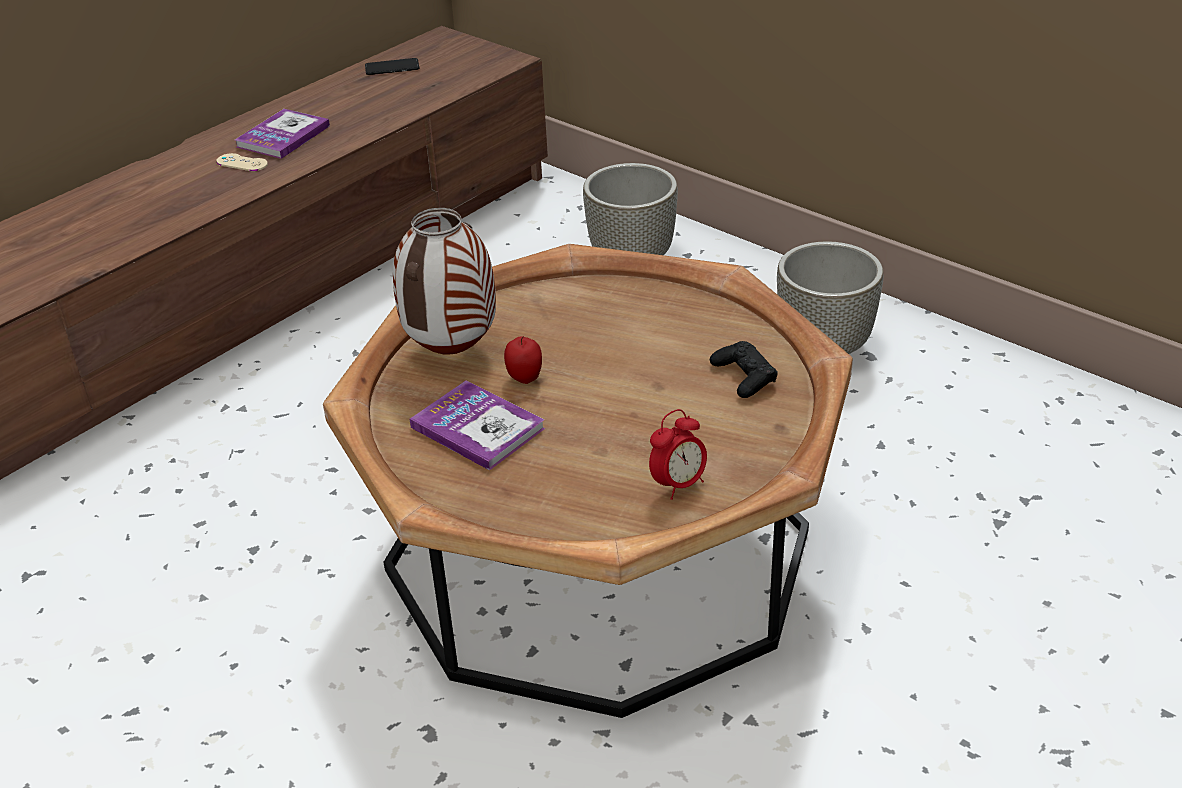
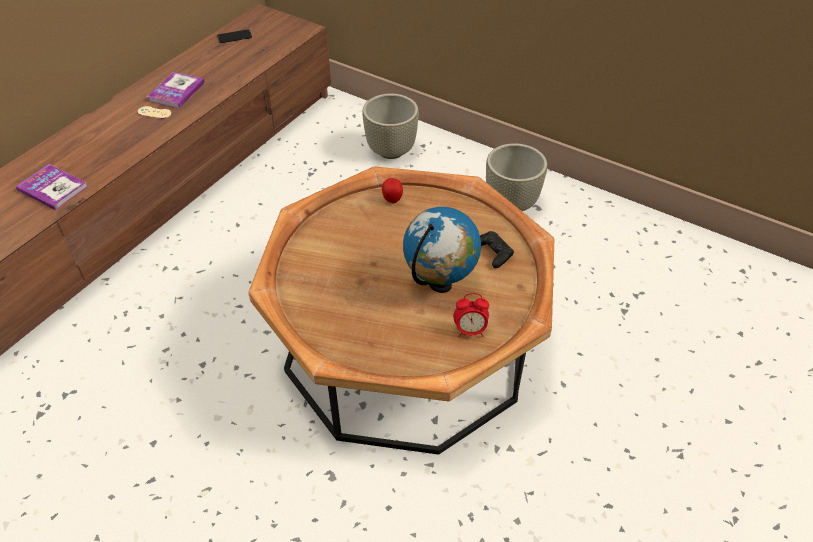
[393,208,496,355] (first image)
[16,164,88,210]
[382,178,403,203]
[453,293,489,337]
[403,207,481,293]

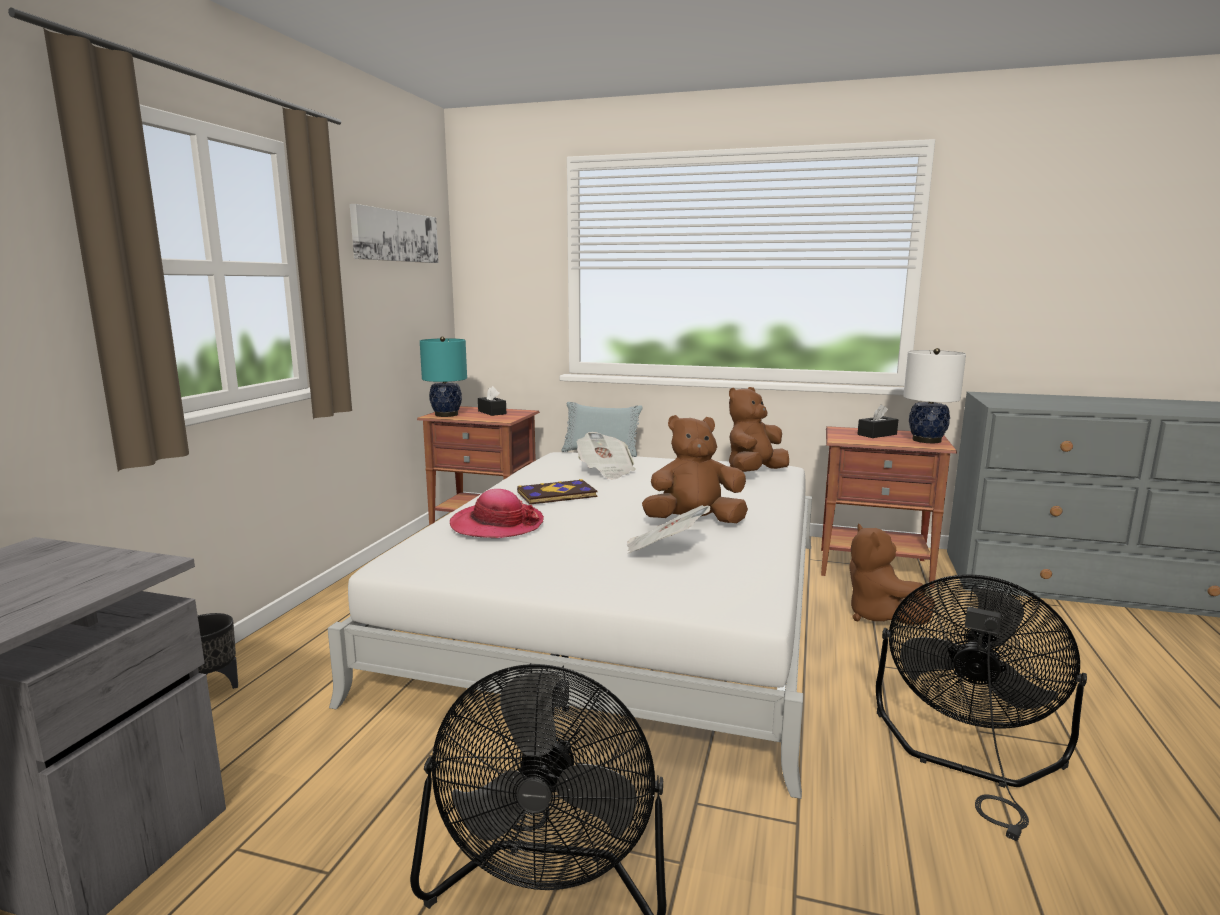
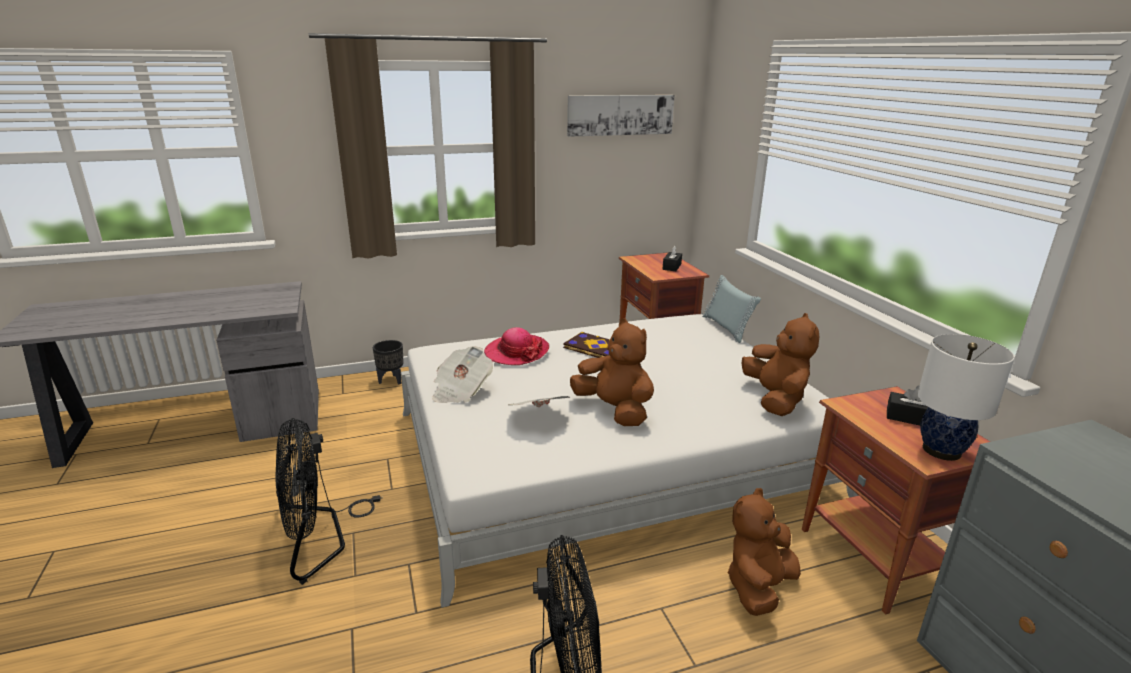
[420,336,467,417] (first image)
[432,346,493,403]
[742,313,819,416]

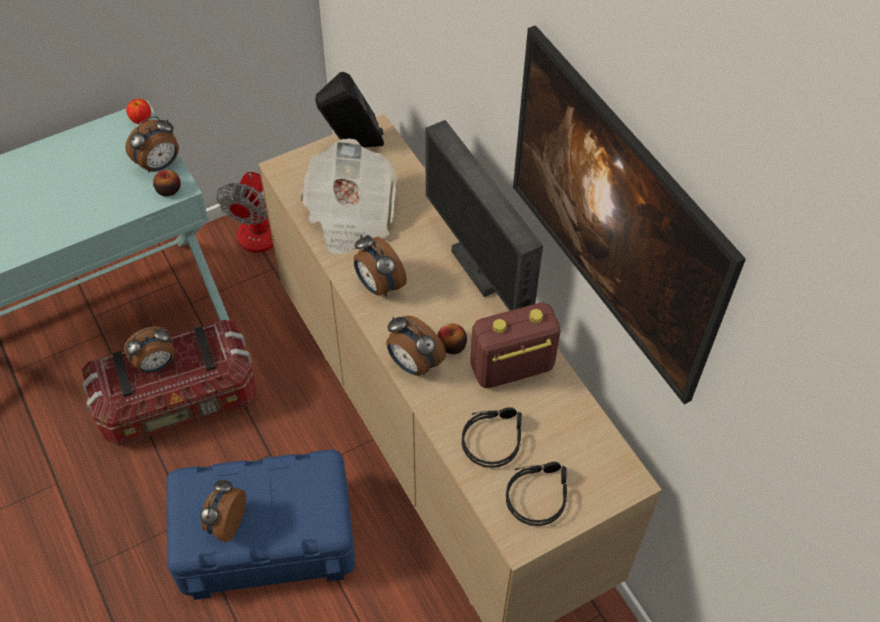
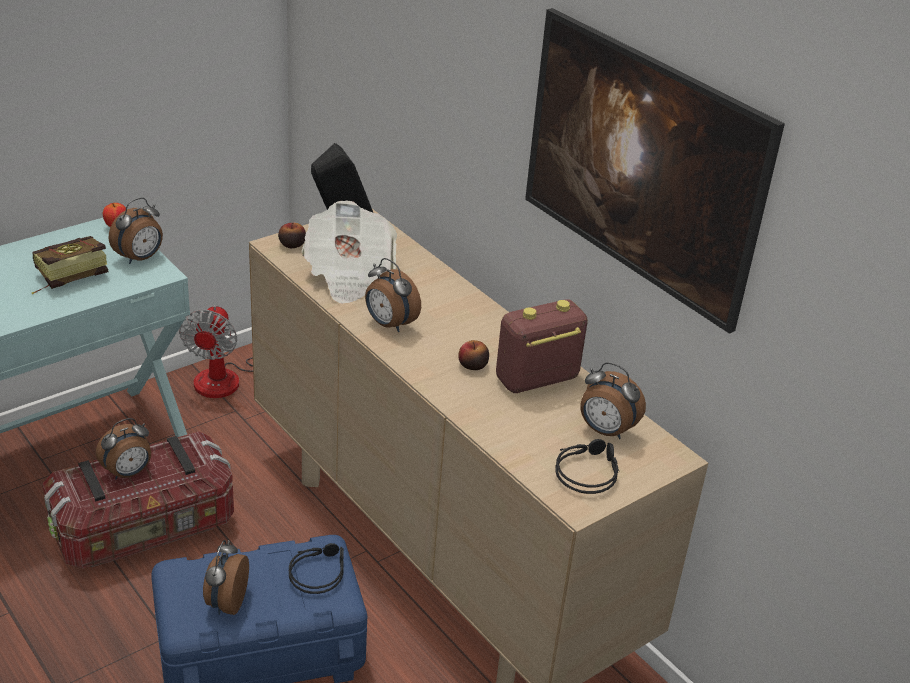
[278,222,306,248]
[580,362,646,439]
[425,120,543,311] (first image)
[289,543,344,594]
[32,236,108,294]

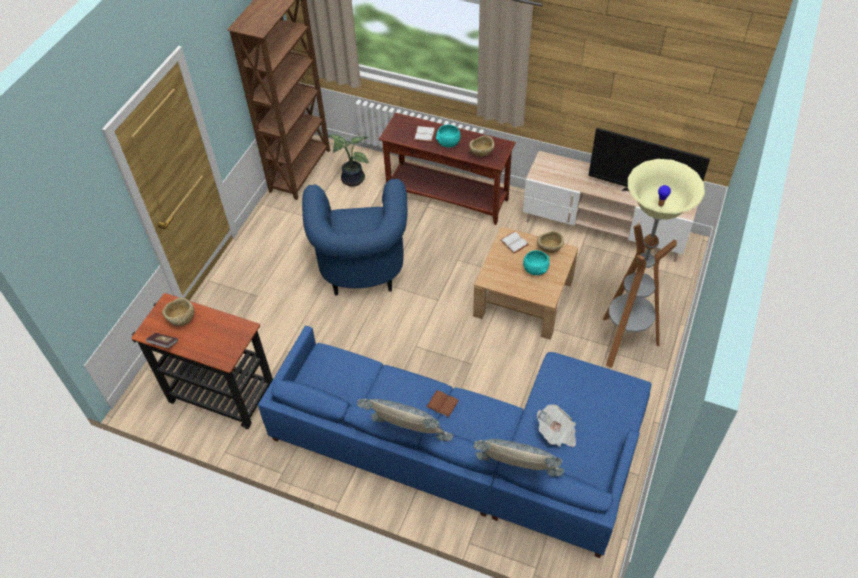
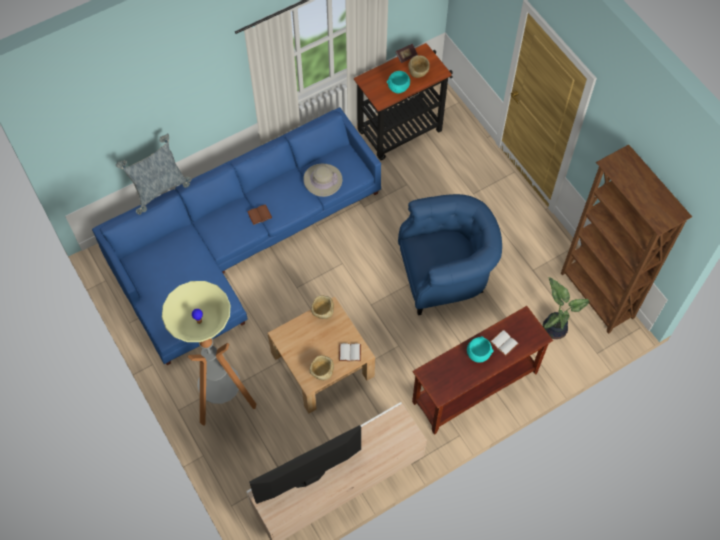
[398,194,502,315]
[357,399,453,441] (first image)
[311,295,334,319]
[387,71,410,93]
[537,405,576,447] (first image)
[303,164,342,197]

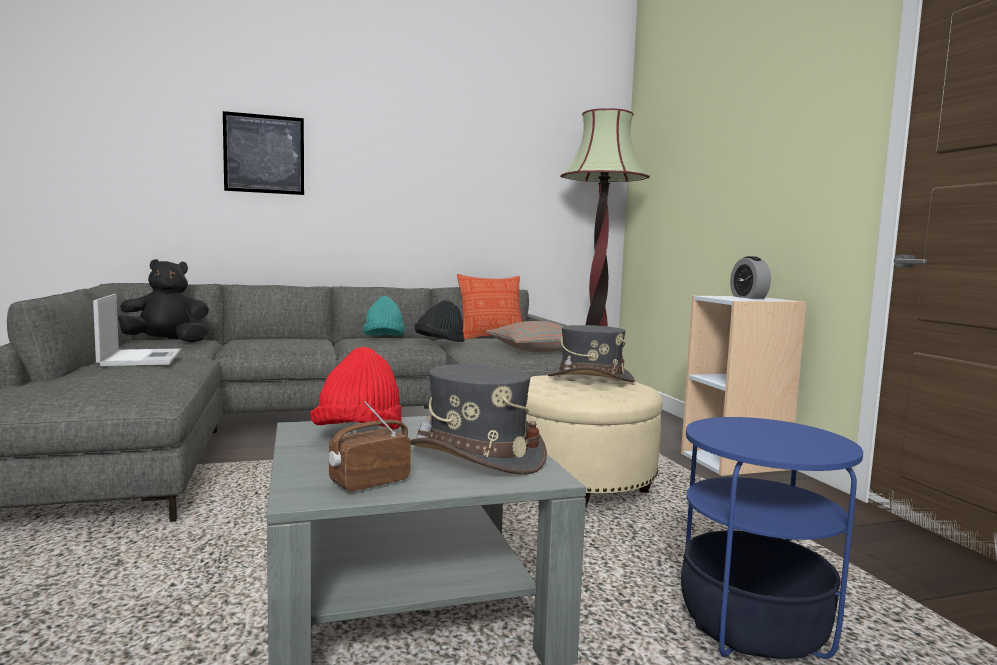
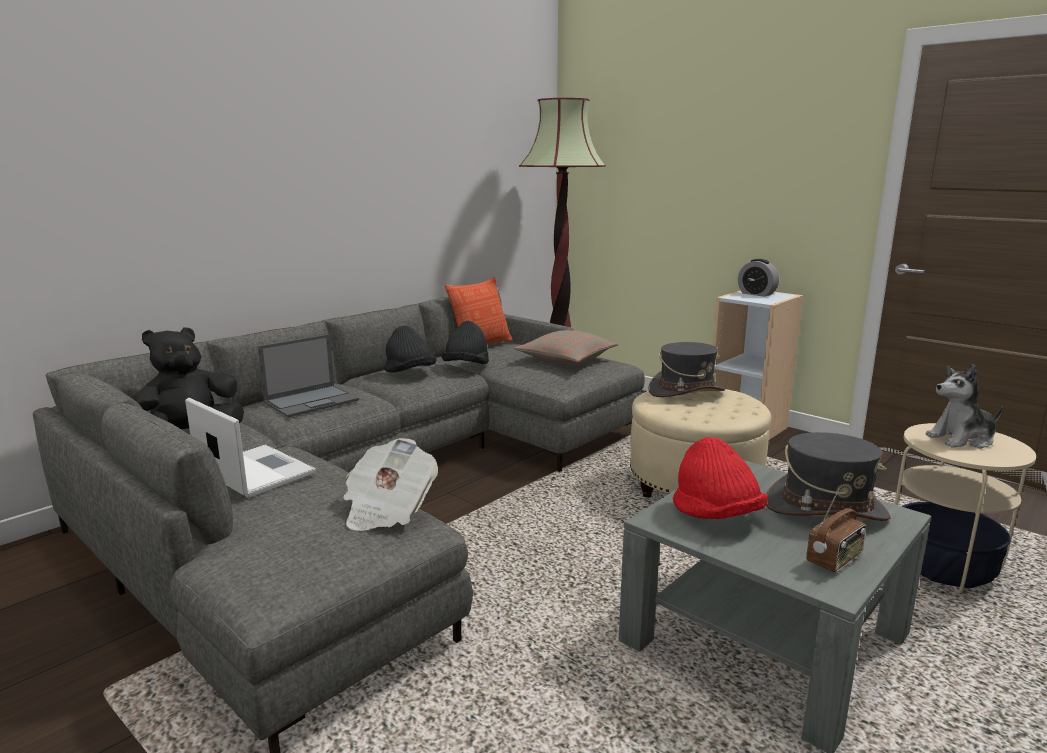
[223,111,304,195] (first image)
[806,490,866,573]
[385,326,437,372]
[894,423,1036,594]
[258,334,359,417]
[343,438,438,531]
[925,364,1003,449]

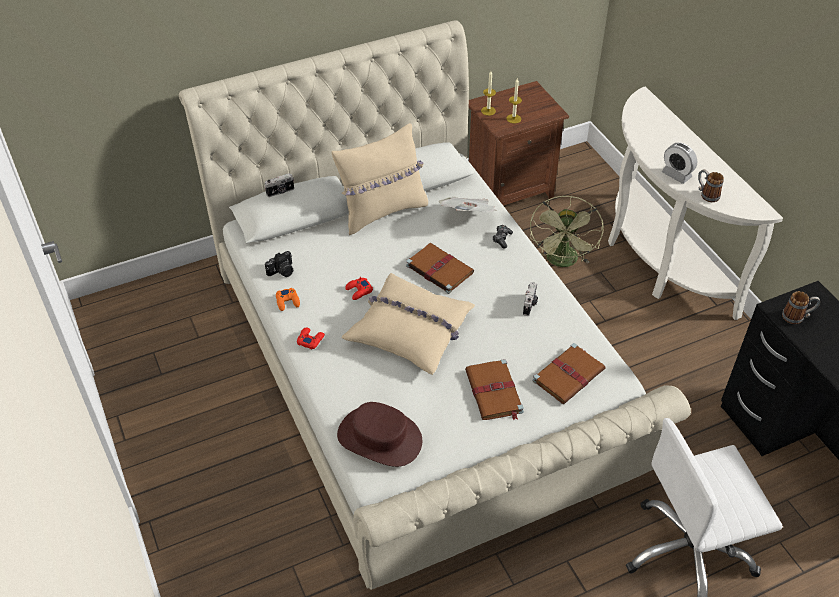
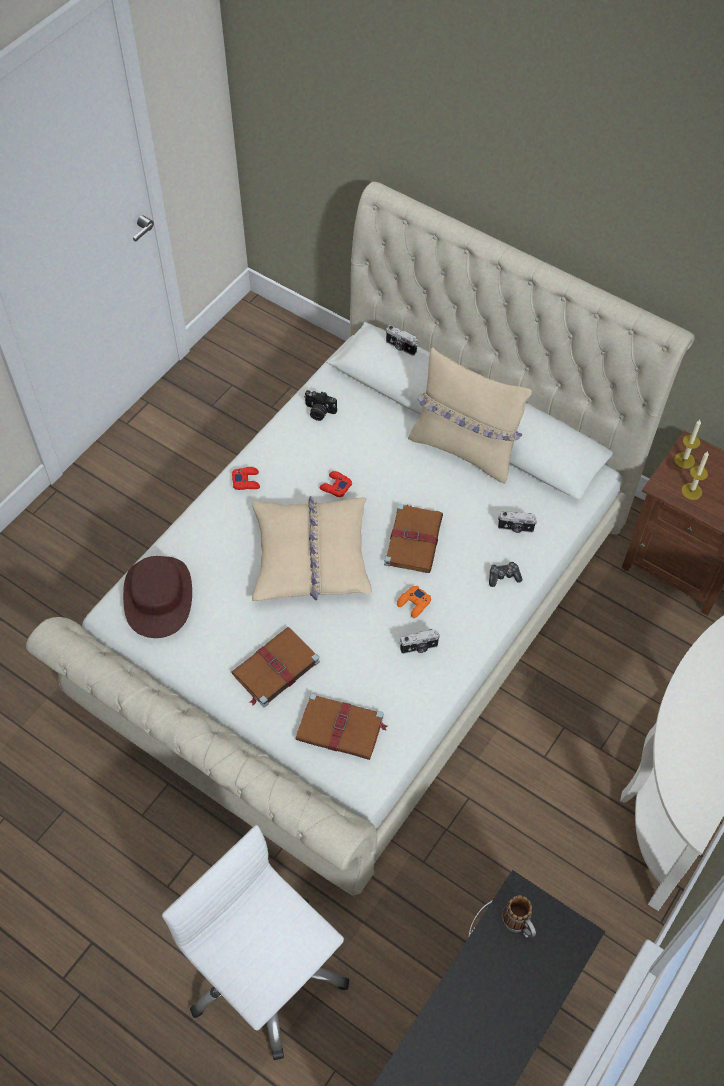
[397,586,431,618]
[498,511,537,533]
[530,196,604,267] (first image)
[662,142,698,184] (first image)
[698,169,724,202] (first image)

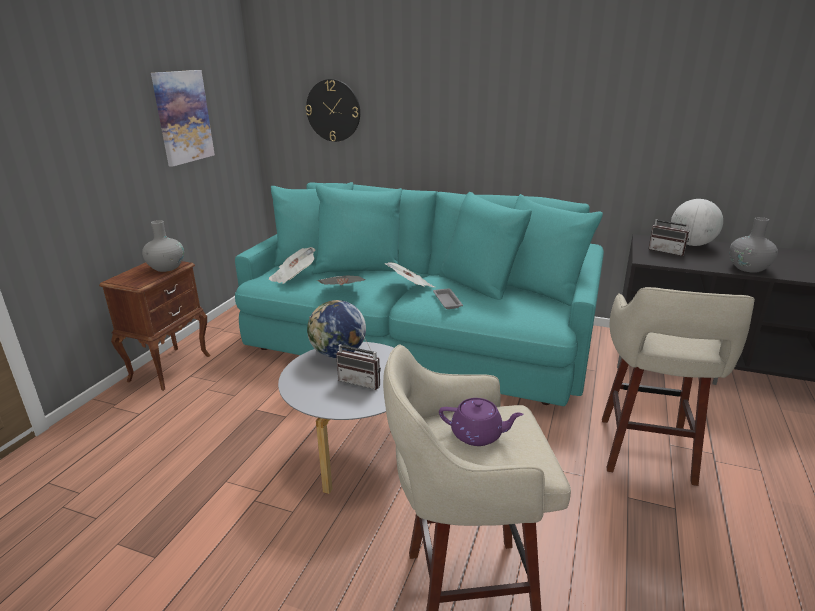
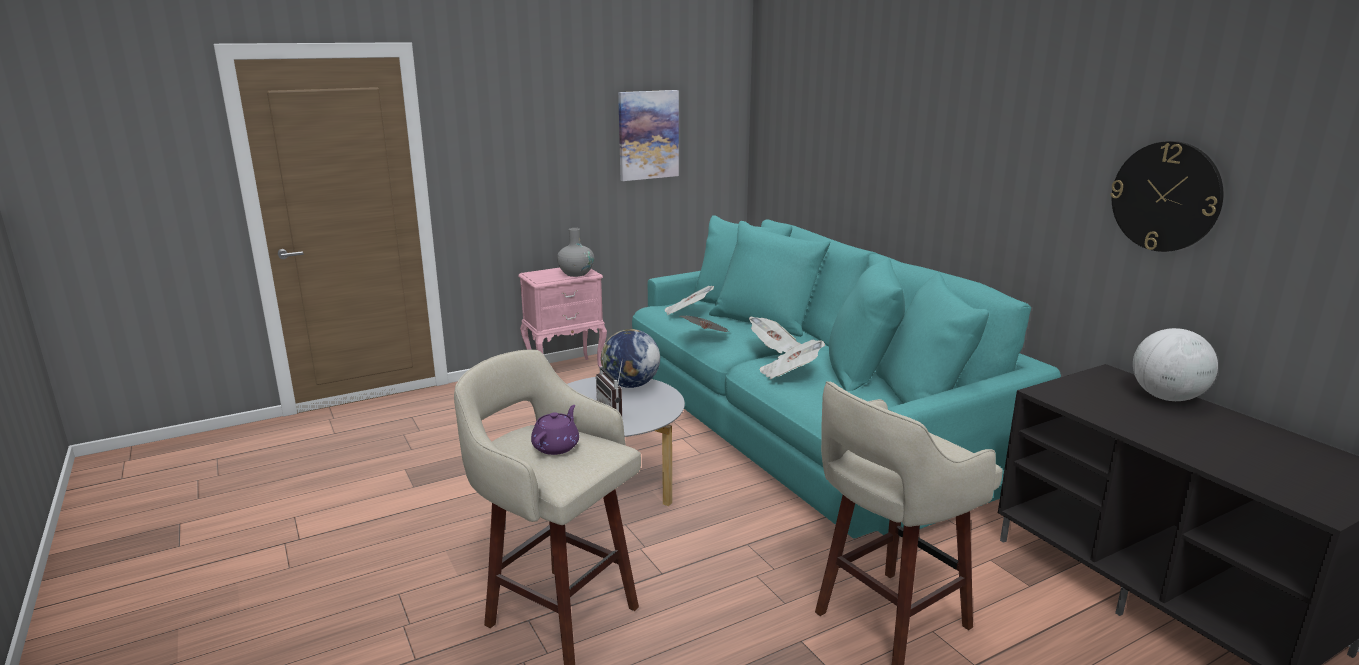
[518,267,607,373]
[1110,141,1223,252]
[760,340,825,379]
[531,405,579,455]
[649,211,689,256] (first image)
[729,217,778,273] (first image)

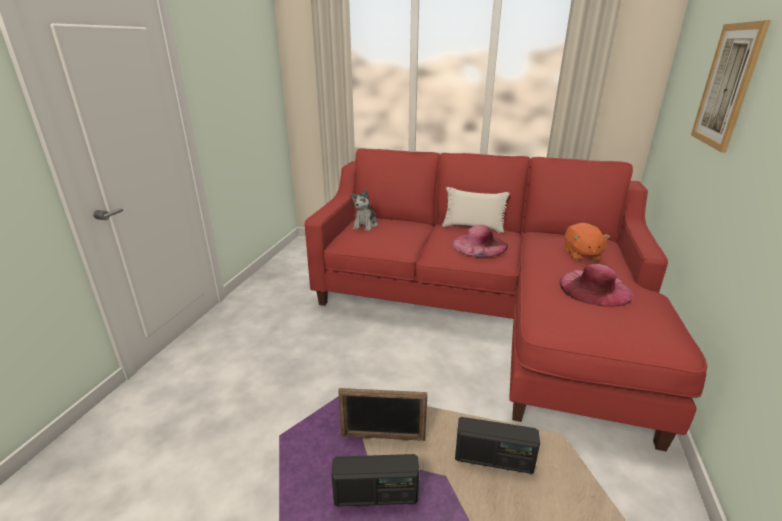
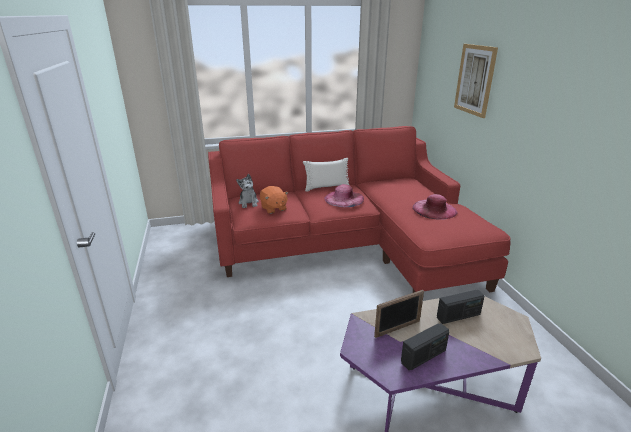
[260,186,289,214]

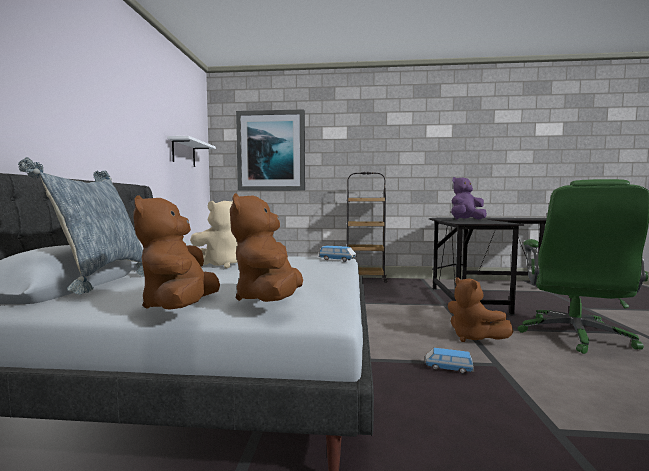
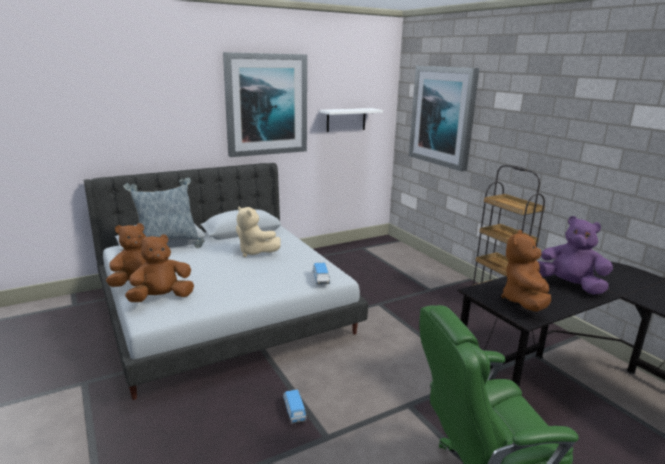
[501,230,551,312]
[223,52,307,157]

